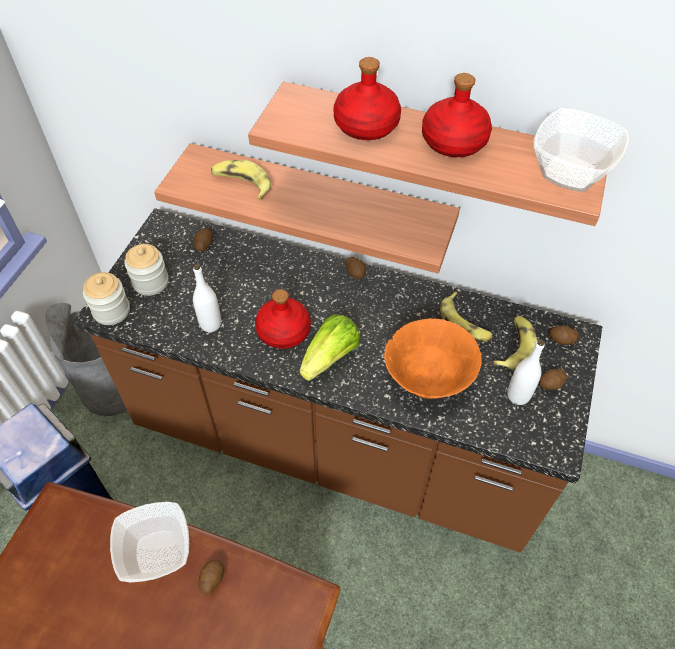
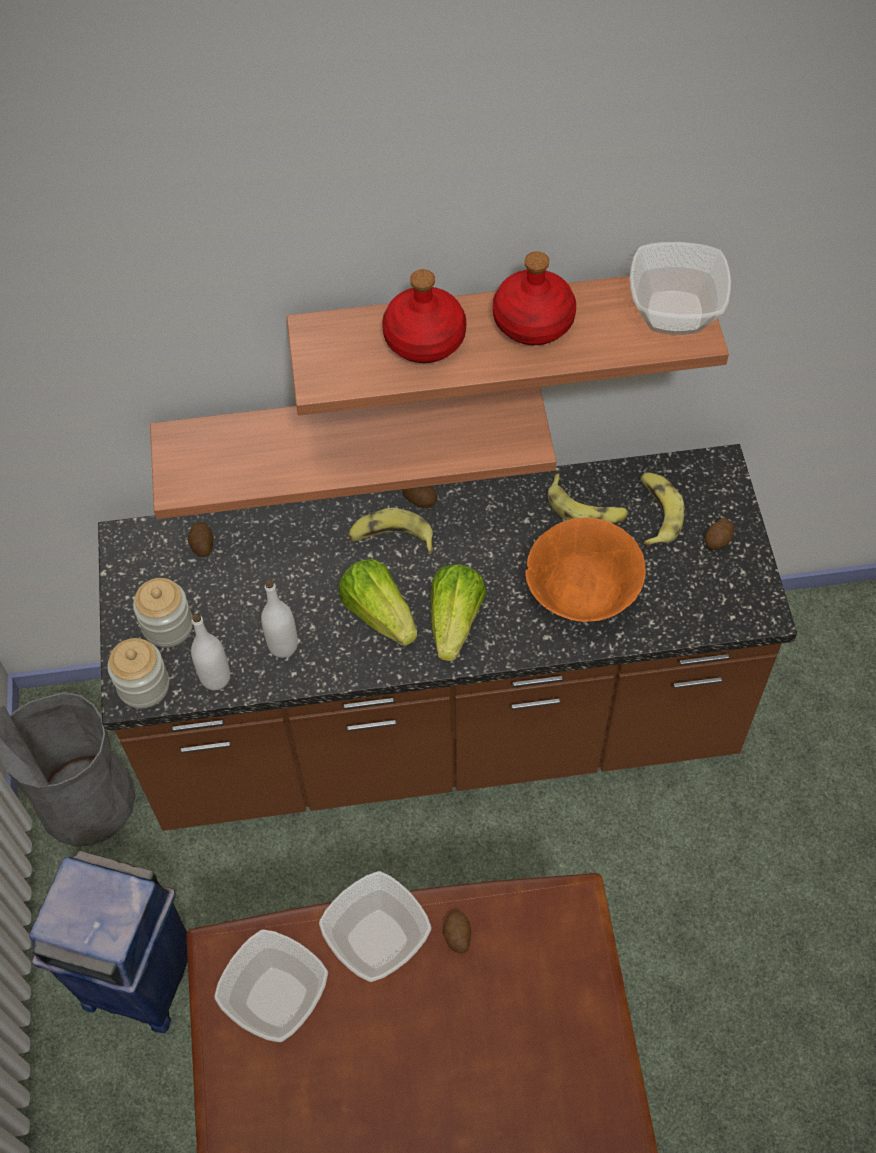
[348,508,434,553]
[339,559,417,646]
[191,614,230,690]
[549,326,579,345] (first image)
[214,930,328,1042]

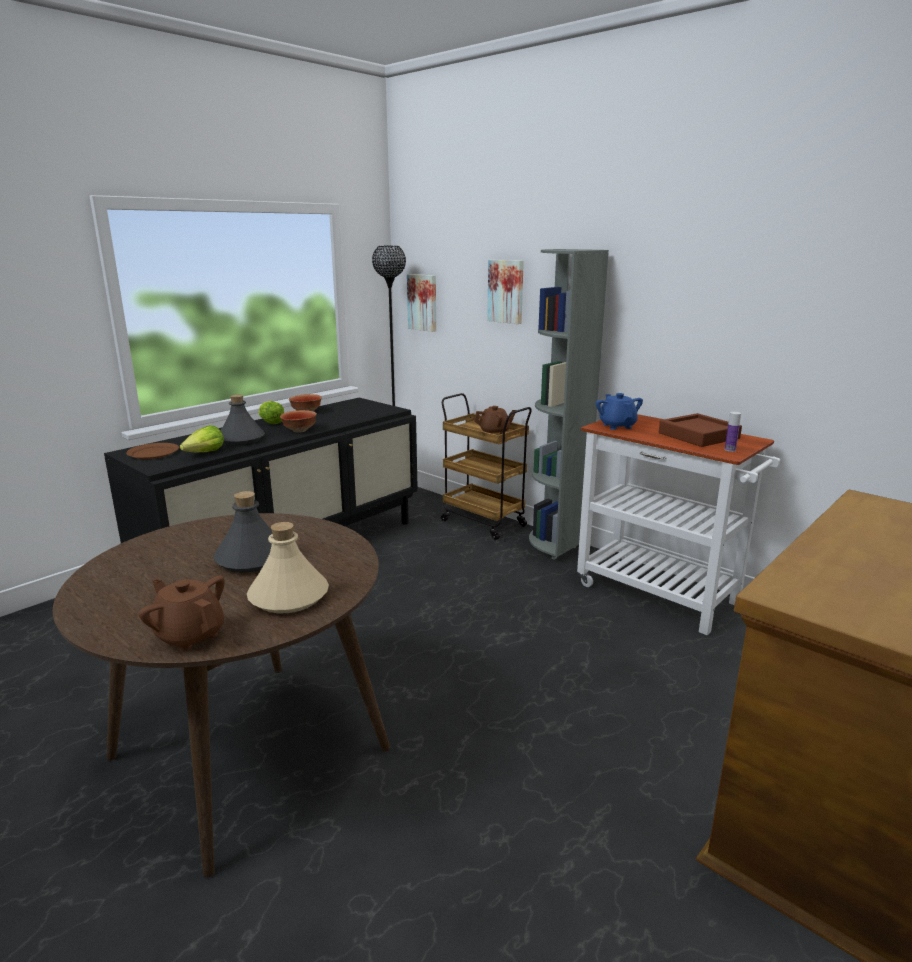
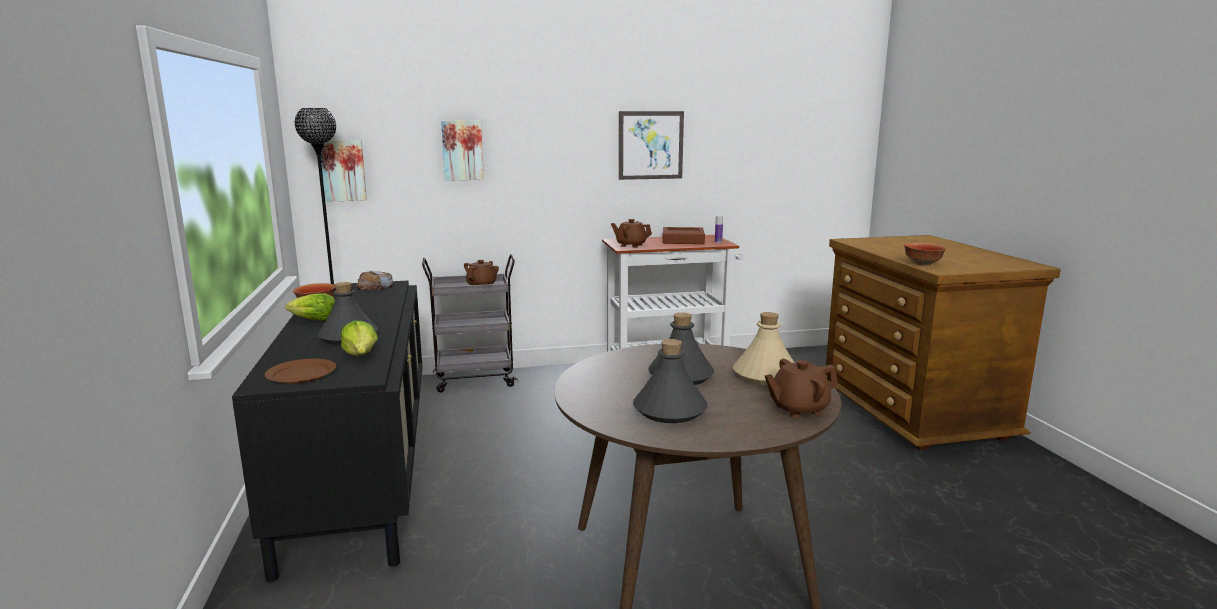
[904,243,946,266]
[422,254,519,393]
[529,249,609,559] (first image)
[611,219,652,248]
[356,270,393,290]
[619,111,684,180]
[633,339,707,423]

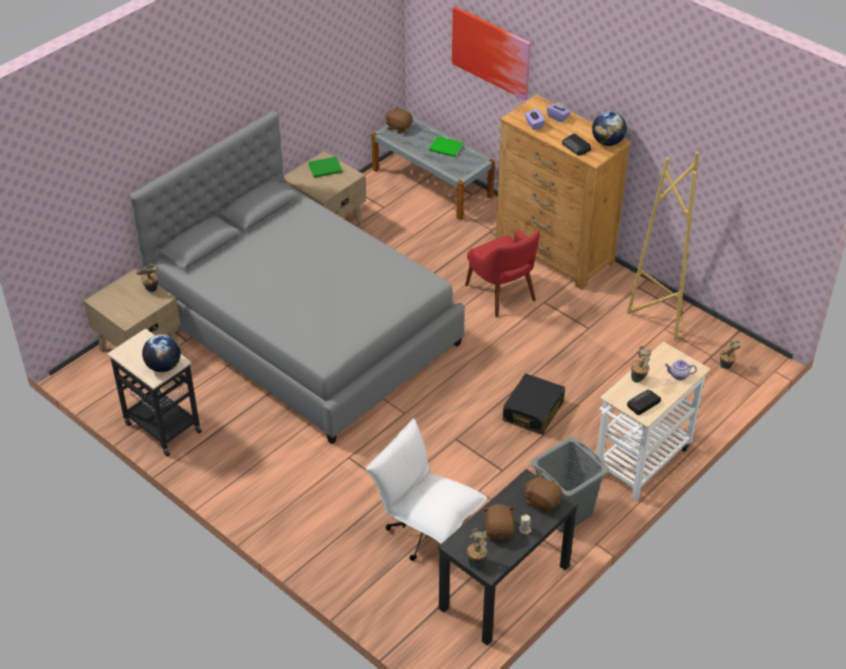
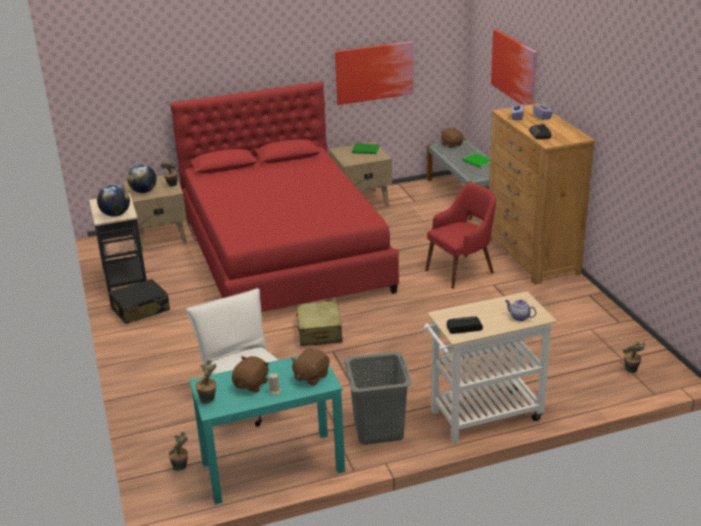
[170,82,399,312]
[189,355,345,505]
[425,183,496,289]
[109,279,170,324]
[291,349,329,386]
[127,164,157,193]
[627,151,699,341] (first image)
[169,432,188,471]
[296,301,343,346]
[335,41,413,105]

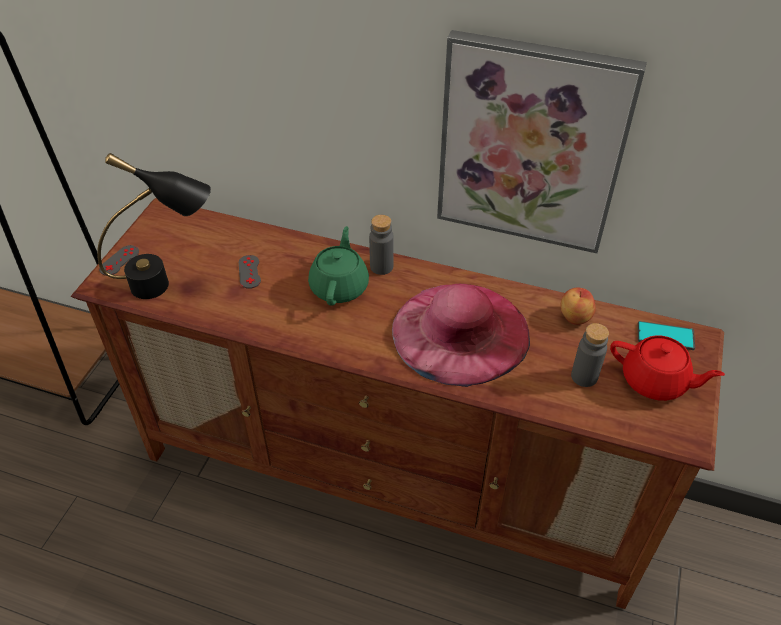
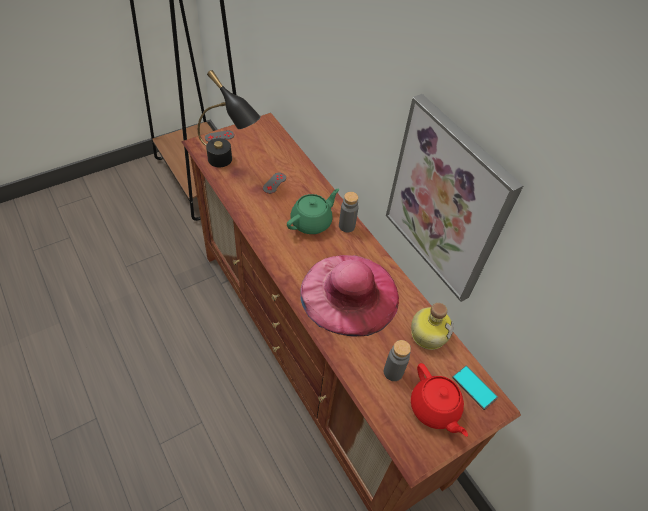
[411,303,454,350]

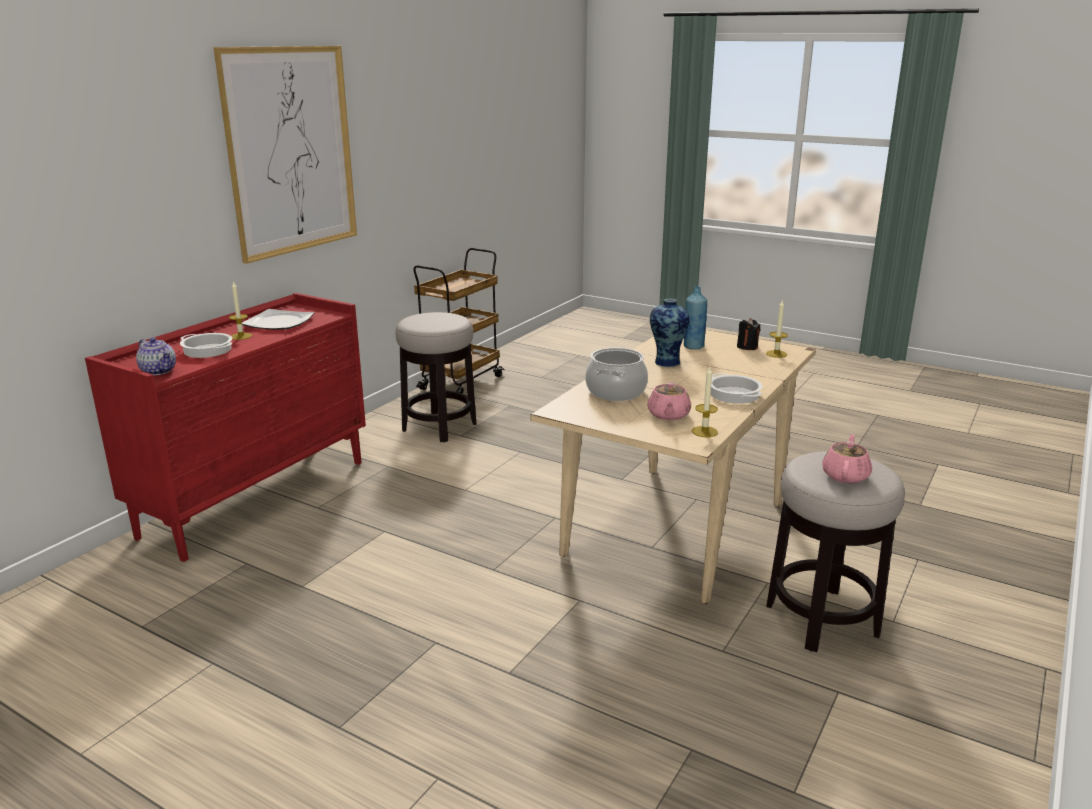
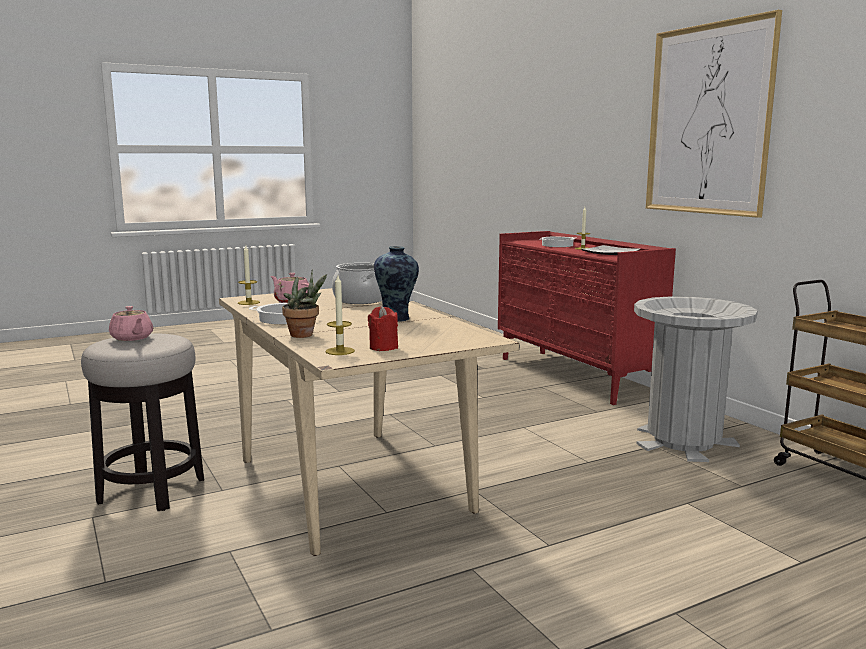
[136,337,176,375] (first image)
[634,296,758,462]
[684,286,707,350] (first image)
[368,306,398,351]
[282,269,327,338]

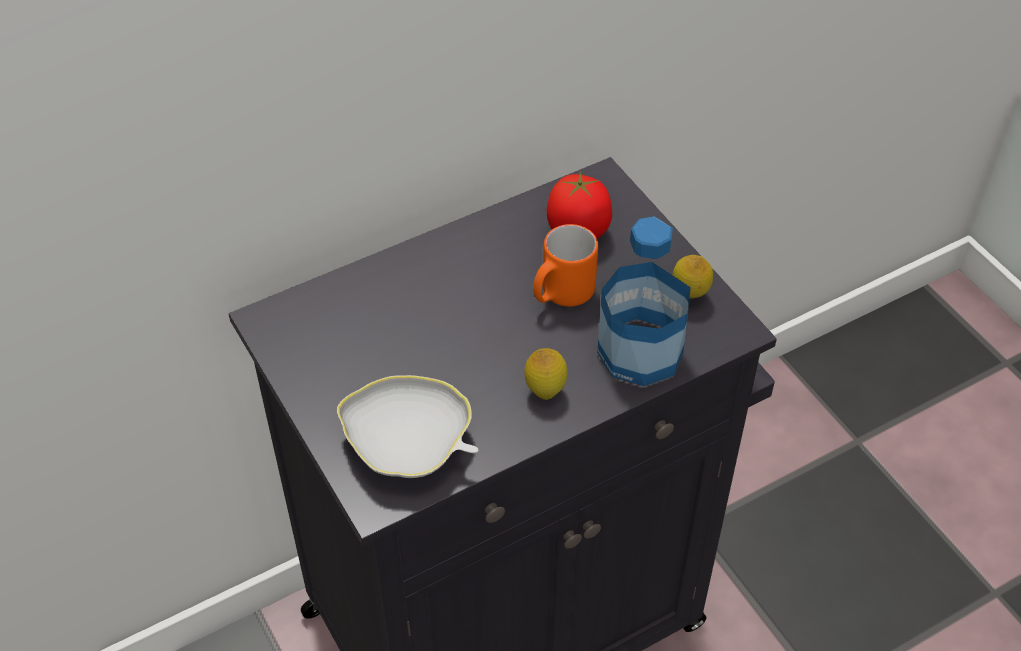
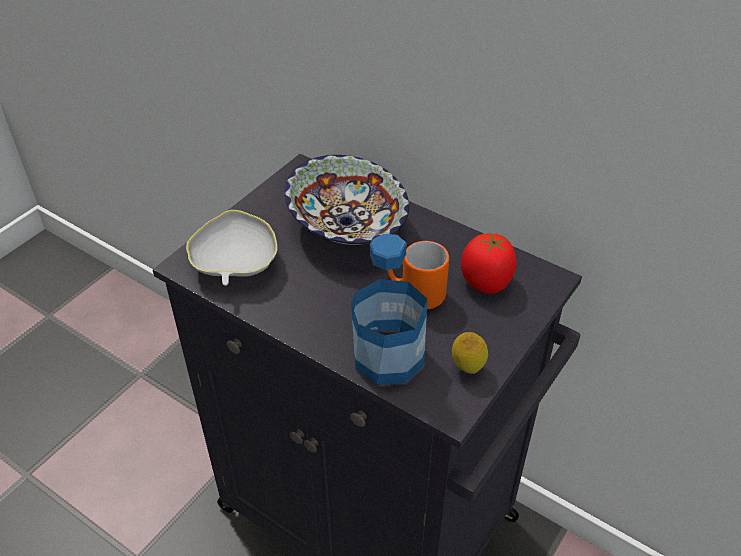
[524,348,568,400] (first image)
[284,155,409,245]

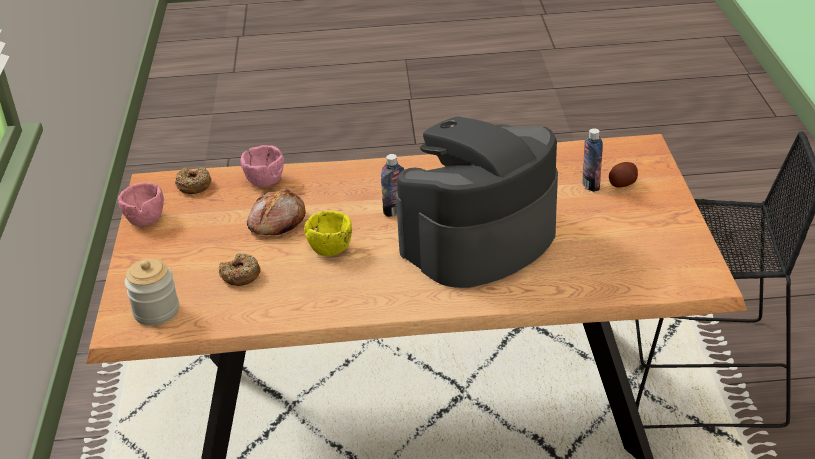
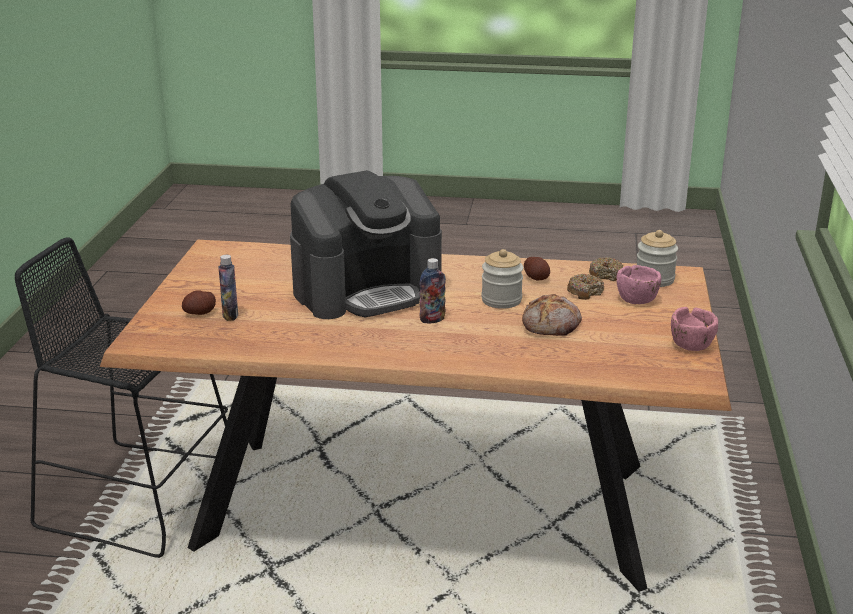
[589,258,623,281]
[616,265,661,304]
[481,249,523,309]
[524,257,550,280]

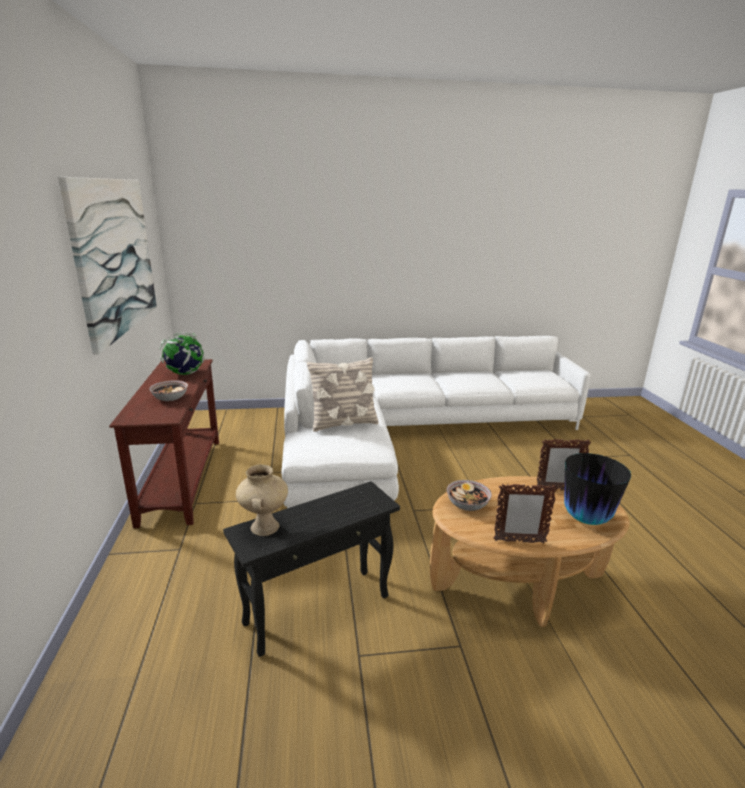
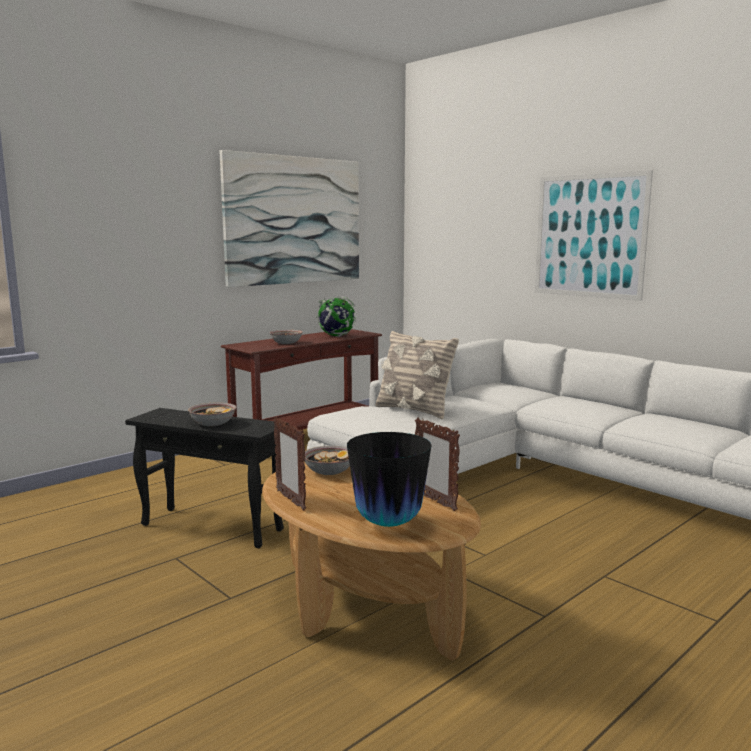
[236,464,288,536] (first image)
[188,402,236,426]
[535,170,653,301]

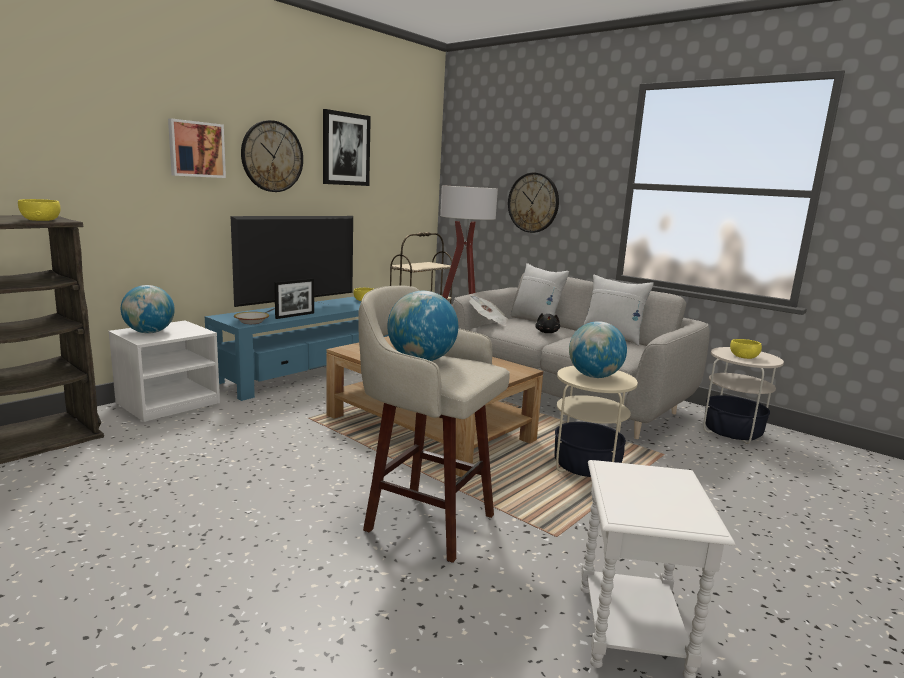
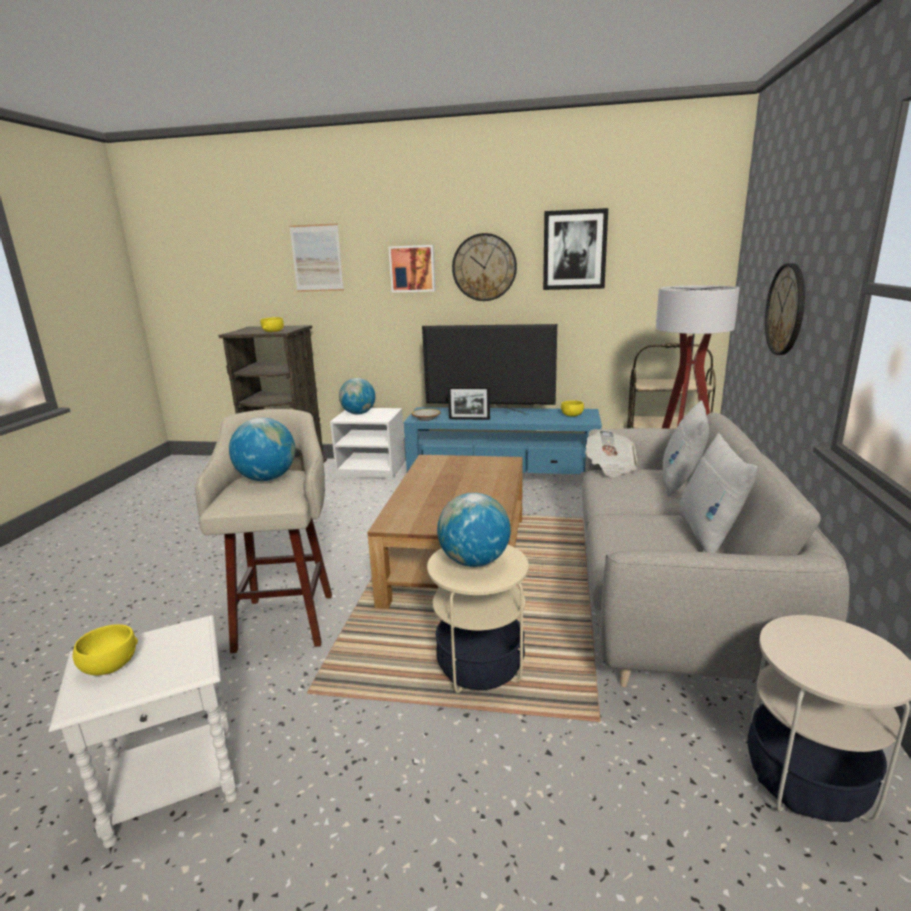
[535,313,560,333] (first image)
[72,624,138,675]
[289,224,344,292]

